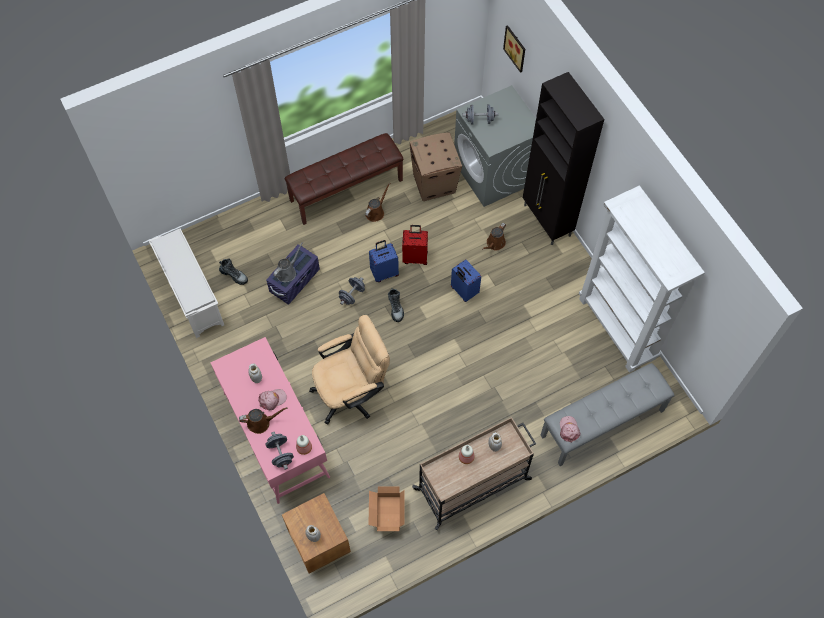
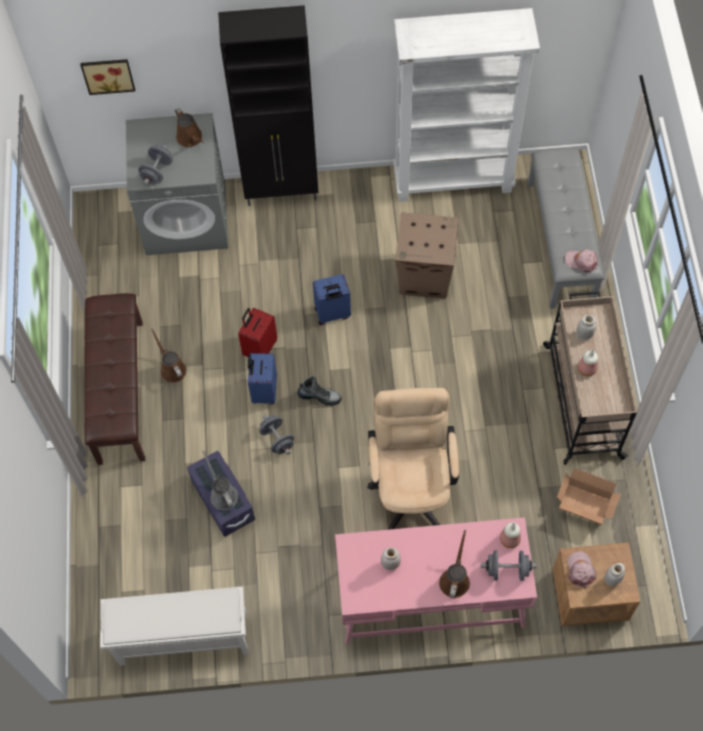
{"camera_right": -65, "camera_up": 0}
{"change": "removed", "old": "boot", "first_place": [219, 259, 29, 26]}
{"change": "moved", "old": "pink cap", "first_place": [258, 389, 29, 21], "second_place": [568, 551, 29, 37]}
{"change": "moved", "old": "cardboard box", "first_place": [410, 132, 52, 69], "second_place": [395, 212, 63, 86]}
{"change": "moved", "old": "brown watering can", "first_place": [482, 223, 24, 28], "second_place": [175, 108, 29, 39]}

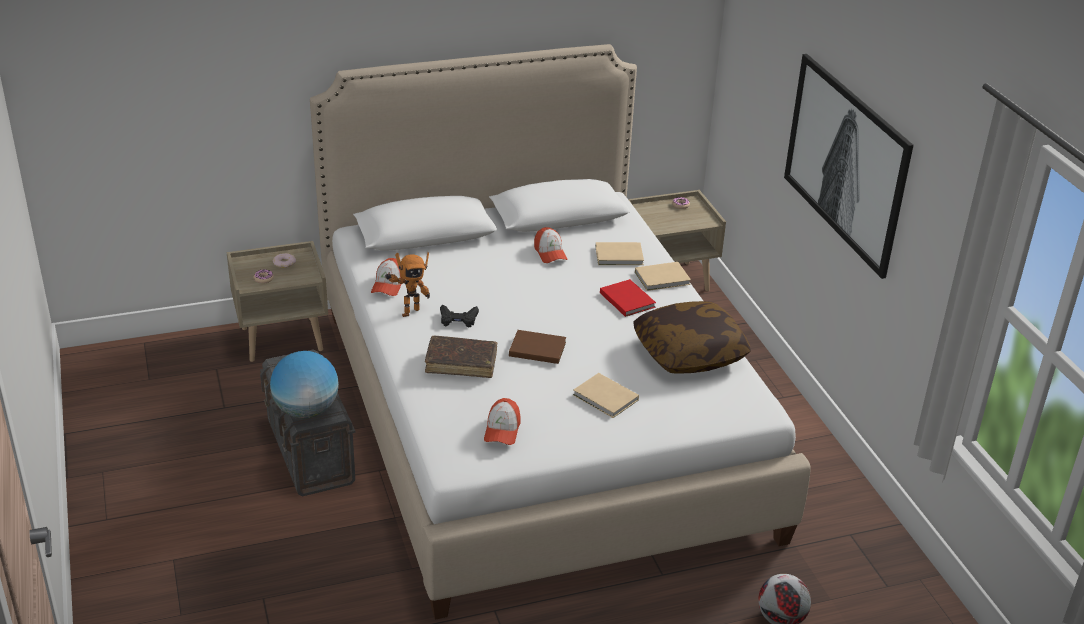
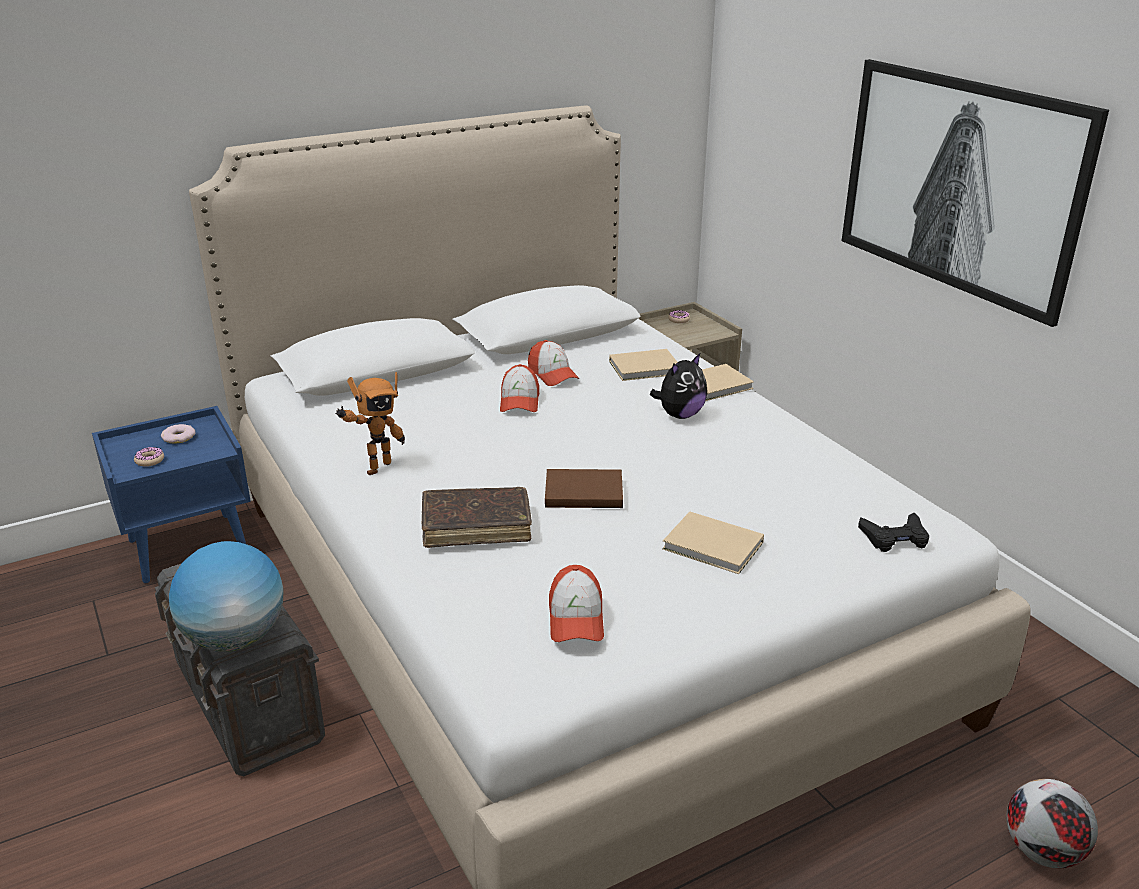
{"camera_right": -10, "camera_up": -5}
{"change": "removed", "old": "pillow", "first_place": [633, 301, 118, 73]}
{"change": "moved", "old": "cap", "first_place": [371, 258, 34, 38], "second_place": [500, 364, 39, 48]}
{"change": "moved", "old": "black game controller", "first_place": [440, 305, 39, 22], "second_place": [858, 513, 71, 39]}
{"change": "replaced", "old": "red book", "new": "plush toy", "first_place": [600, 279, 56, 38], "second_place": [650, 353, 57, 66]}
{"change": "recoloured", "old": "beige nightstand", "new": "blue nightstand", "first_place": [226, 241, 102, 121], "second_place": [92, 406, 159, 177]}

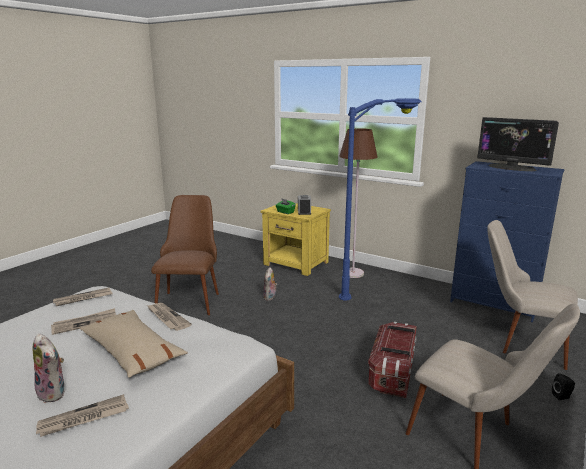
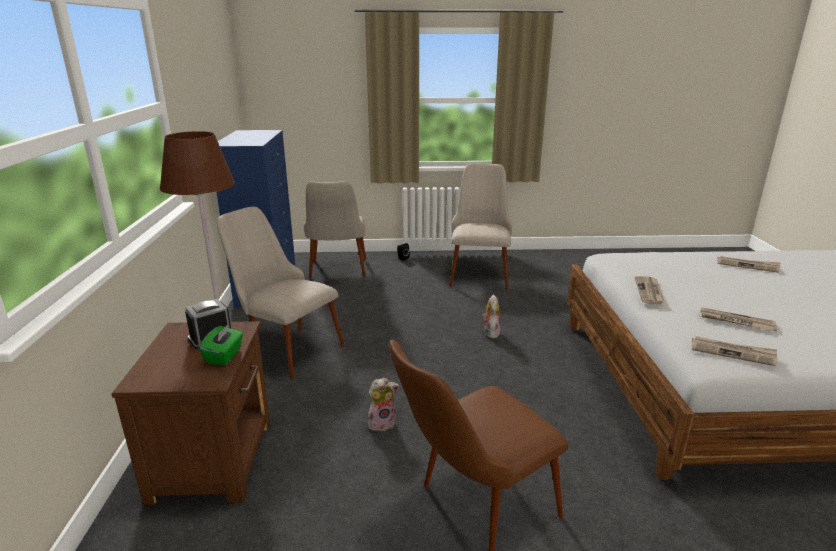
{"camera_right": -125, "camera_up": 5}
{"change": "removed", "old": "beige pillow", "first_place": [80, 310, 108, 68]}
{"change": "removed", "old": "storage box", "first_place": [368, 322, 48, 76]}
{"change": "removed", "old": "monitor", "first_place": [477, 117, 82, 54]}
{"change": "moved", "old": "plush toy", "first_place": [33, 333, 32, 70], "second_place": [482, 294, 18, 44]}
{"change": "replaced", "old": "blue floor lamp", "new": "beige chair", "first_place": [339, 98, 83, 203], "second_place": [217, 207, 128, 173]}
{"change": "recoloured", "old": "yellow nightstand", "new": "brown nightstand", "first_place": [260, 203, 71, 73], "second_place": [112, 321, 158, 184]}

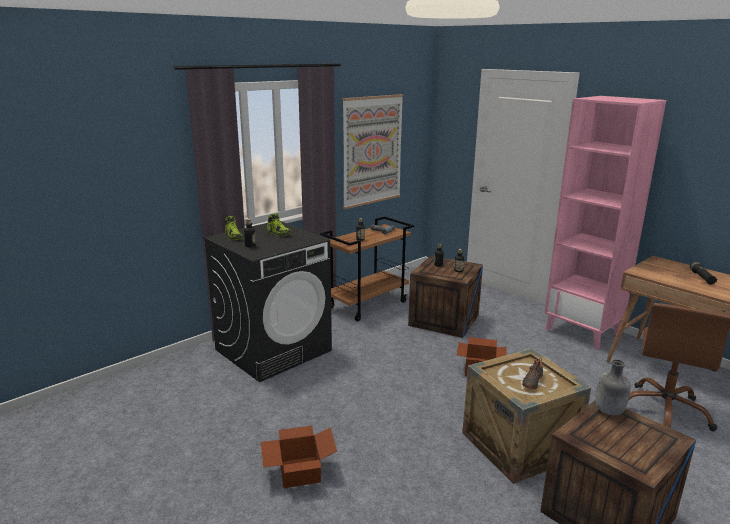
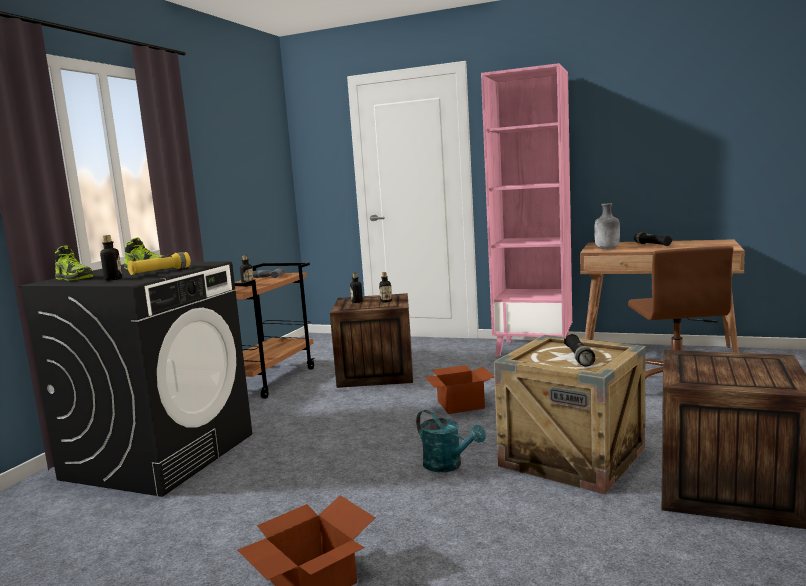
{"camera_right": -25, "camera_up": -10}
{"change": "removed", "old": "picture", "first_place": [342, 94, 61, 115]}
{"change": "added", "new": "yellow flashlight", "second_place": [127, 252, 64, 23]}
{"change": "added", "new": "turquoise watering can", "second_place": [416, 410, 70, 62]}
{"change": "moved", "old": "grey bottle", "first_place": [595, 359, 36, 56], "second_place": [594, 203, 26, 47]}
{"change": "replaced", "old": "black shoe", "new": "black flashlight", "first_place": [522, 358, 21, 31], "second_place": [564, 334, 31, 32]}

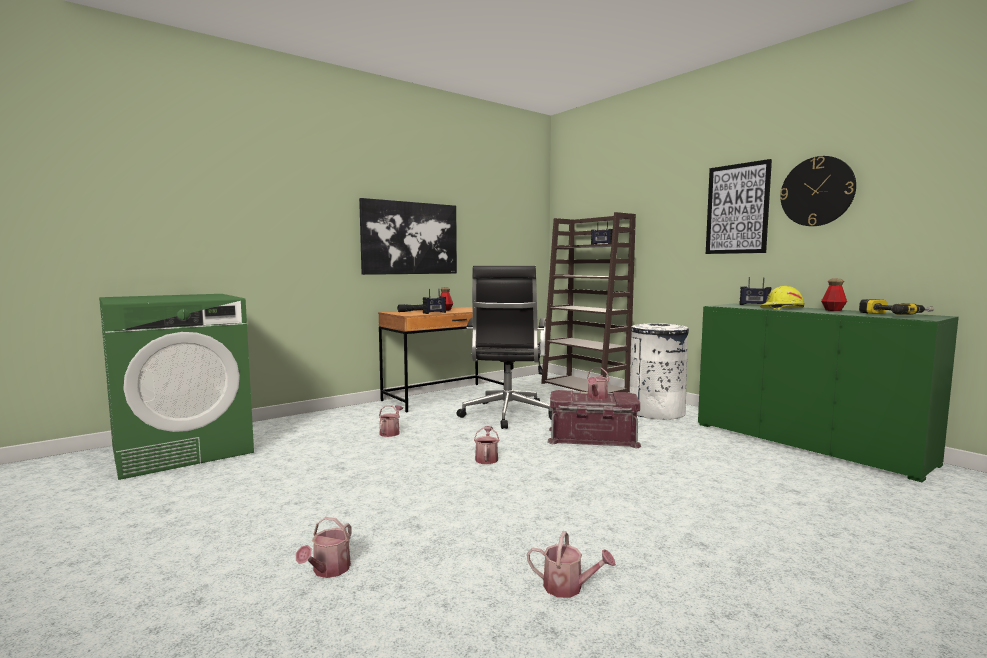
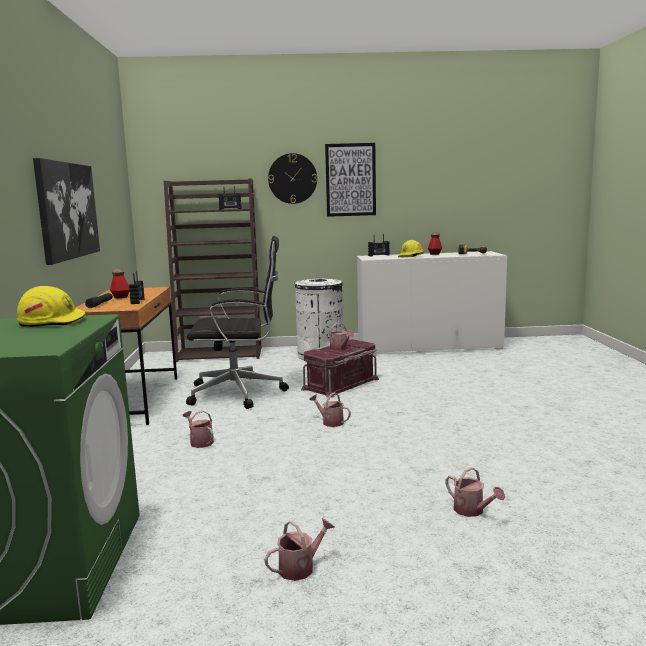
{"camera_right": -55, "camera_up": 5}
{"change": "added", "new": "yellow hard hat", "second_place": [17, 286, 69, 41]}
{"change": "moved", "old": "watering can", "first_place": [527, 531, 89, 67], "second_place": [264, 518, 71, 63]}
{"change": "moved", "old": "wall clock", "first_place": [780, 156, 76, 70], "second_place": [268, 153, 49, 51]}
{"change": "recoloured", "old": "green cabinet", "new": "white cabinet", "first_place": [698, 304, 261, 178], "second_place": [357, 251, 150, 102]}
{"change": "turned", "old": "black office chair", "first_place": [456, 266, 96, 163], "second_place": [186, 236, 103, 173], "degrees": -45}

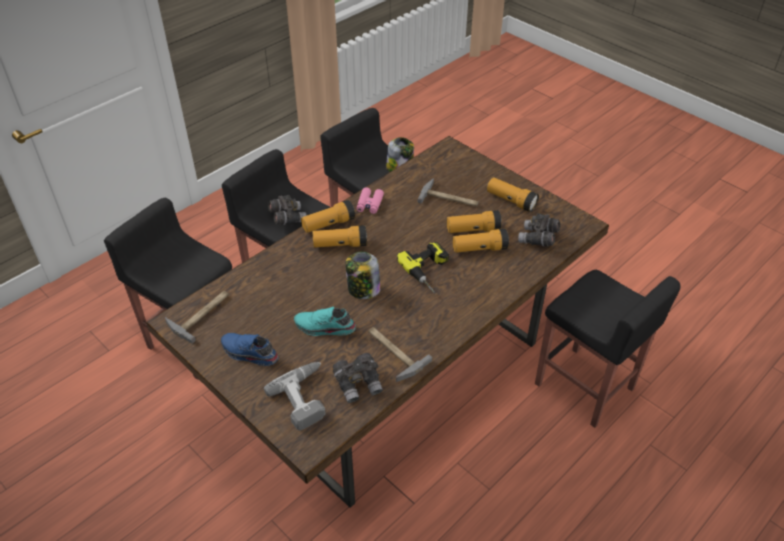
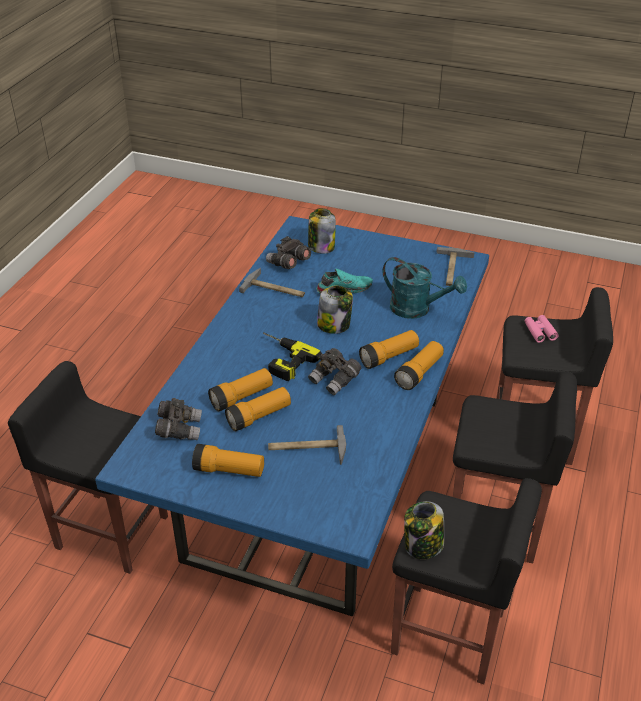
{"camera_right": 155, "camera_up": -5}
{"change": "removed", "old": "blue shoe", "first_place": [221, 333, 58, 33]}
{"change": "added", "new": "turquoise watering can", "second_place": [383, 257, 84, 62]}
{"change": "moved", "old": "grey binoculars", "first_place": [268, 195, 39, 30], "second_place": [308, 348, 53, 47]}
{"change": "moved", "old": "pink binoculars", "first_place": [356, 187, 28, 27], "second_place": [525, 315, 33, 28]}
{"change": "replaced", "old": "power drill", "new": "jar", "first_place": [264, 362, 62, 69], "second_place": [308, 208, 28, 46]}
{"change": "recoloured", "old": "brown dining table", "new": "blue dining table", "first_place": [146, 136, 463, 372], "second_place": [95, 216, 394, 400]}

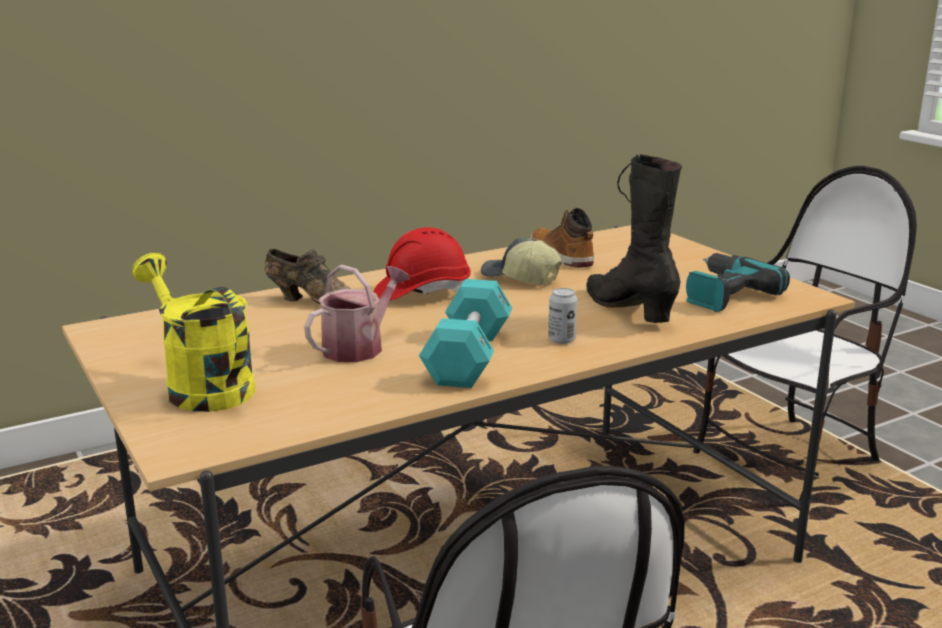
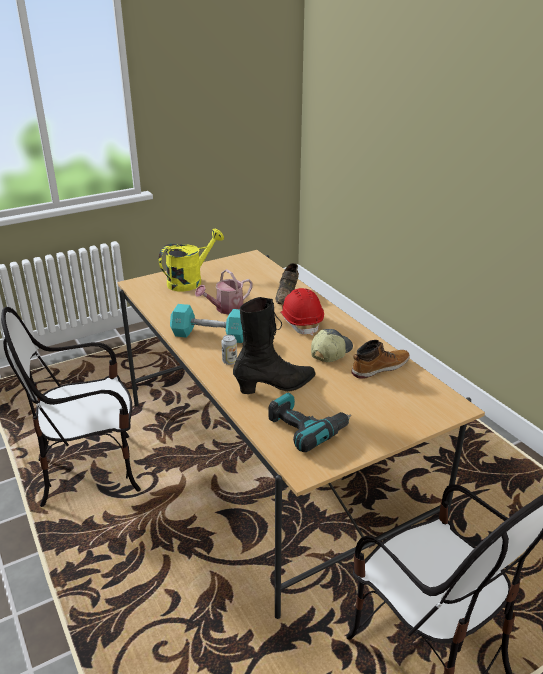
{"camera_right": 90, "camera_up": 10}
{"change": "turned", "old": "watering can", "first_place": [304, 265, 106, 97], "second_place": [195, 269, 58, 46], "degrees": 105}

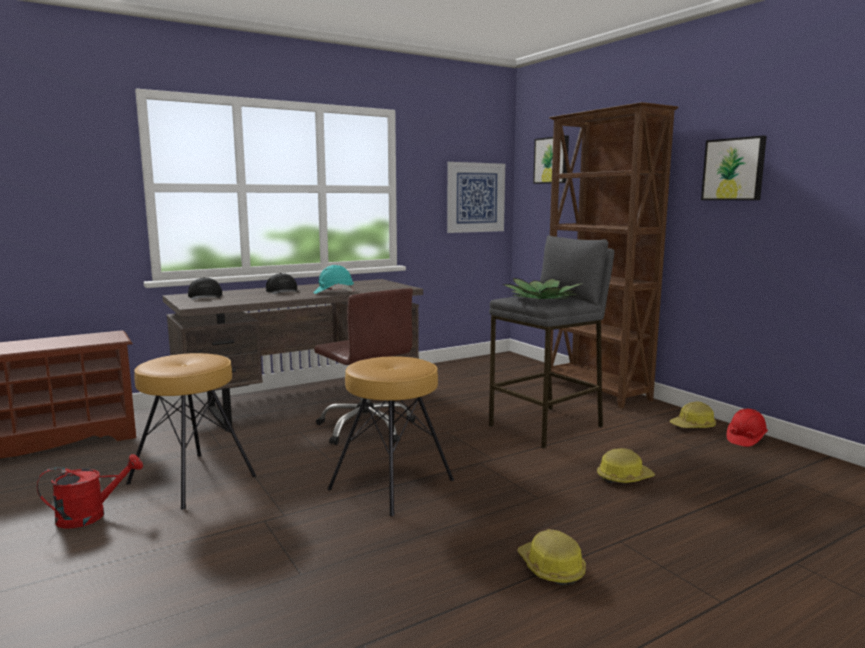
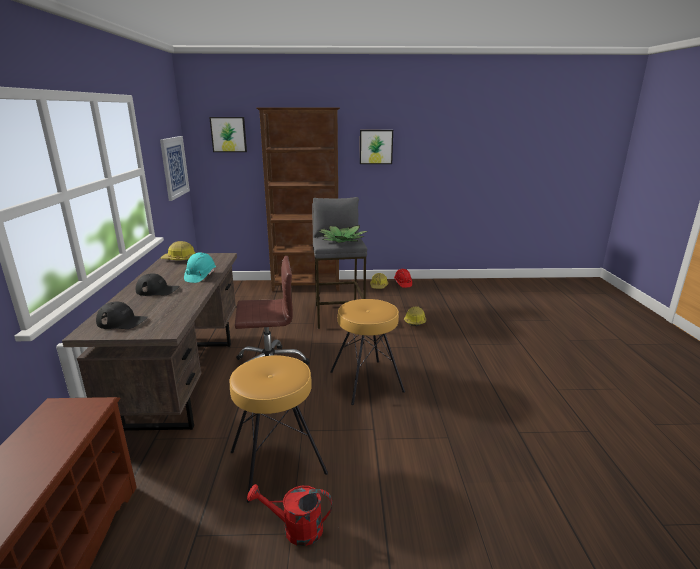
{"camera_right": -60, "camera_up": 10}
{"change": "moved", "old": "hard hat", "first_place": [518, 529, 68, 56], "second_place": [161, 241, 34, 19]}
{"change": "turned", "old": "red watering can", "first_place": [37, 454, 106, 75], "second_place": [247, 484, 85, 62], "degrees": -90}

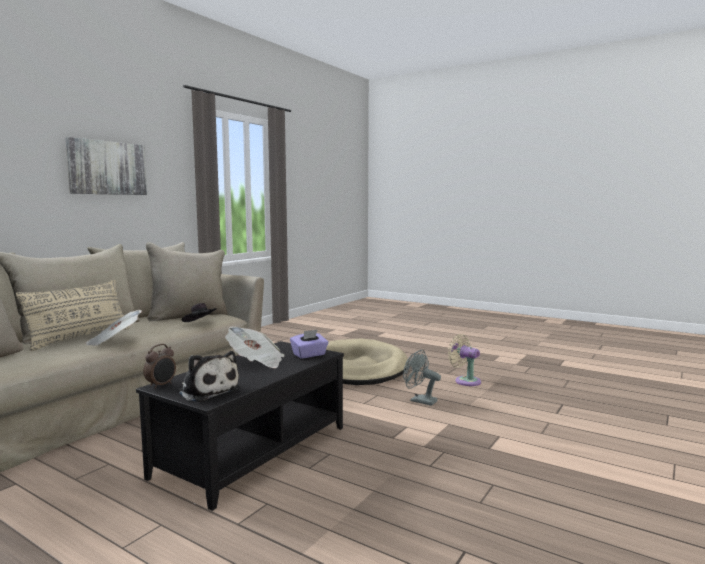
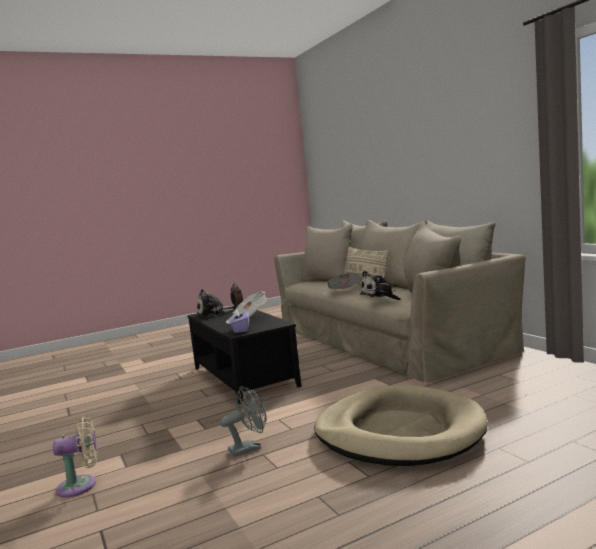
{"camera_right": 120, "camera_up": 0}
{"change": "removed", "old": "picture", "first_place": [65, 137, 82, 58]}
{"change": "added", "new": "plush toy", "second_place": [360, 271, 35, 26]}
{"change": "moved", "old": "beige fan", "first_place": [448, 334, 33, 52], "second_place": [53, 417, 45, 81]}

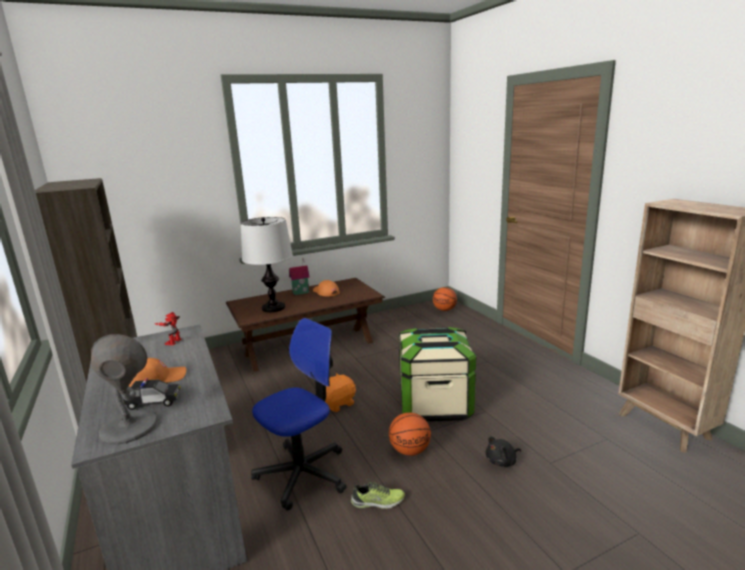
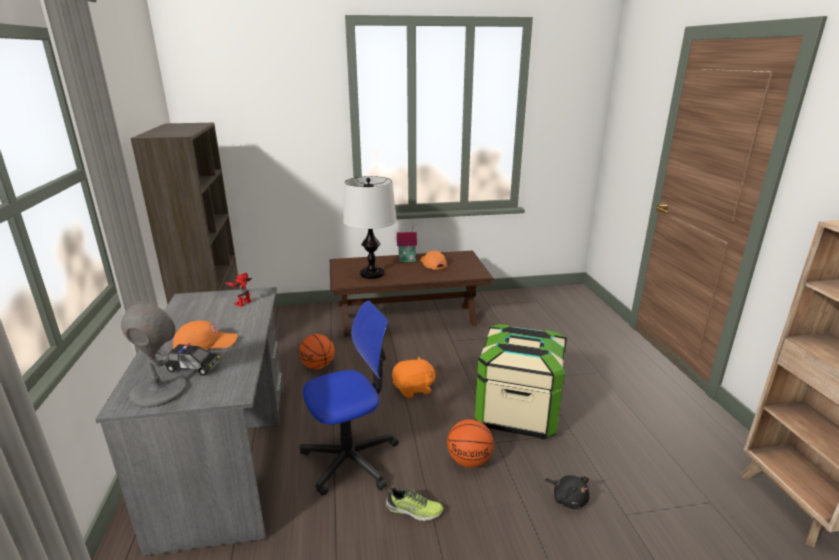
{"camera_right": 15, "camera_up": 5}
{"change": "moved", "old": "basketball", "first_place": [433, 287, 24, 24], "second_place": [299, 334, 36, 35]}
{"change": "turned", "old": "black plush toy", "first_place": [486, 437, 35, 30], "second_place": [545, 475, 45, 34], "degrees": -120}

